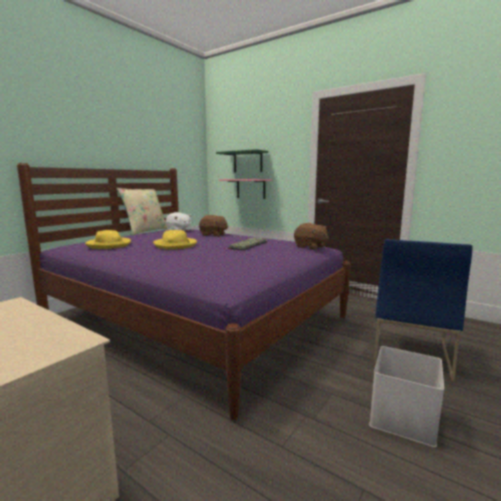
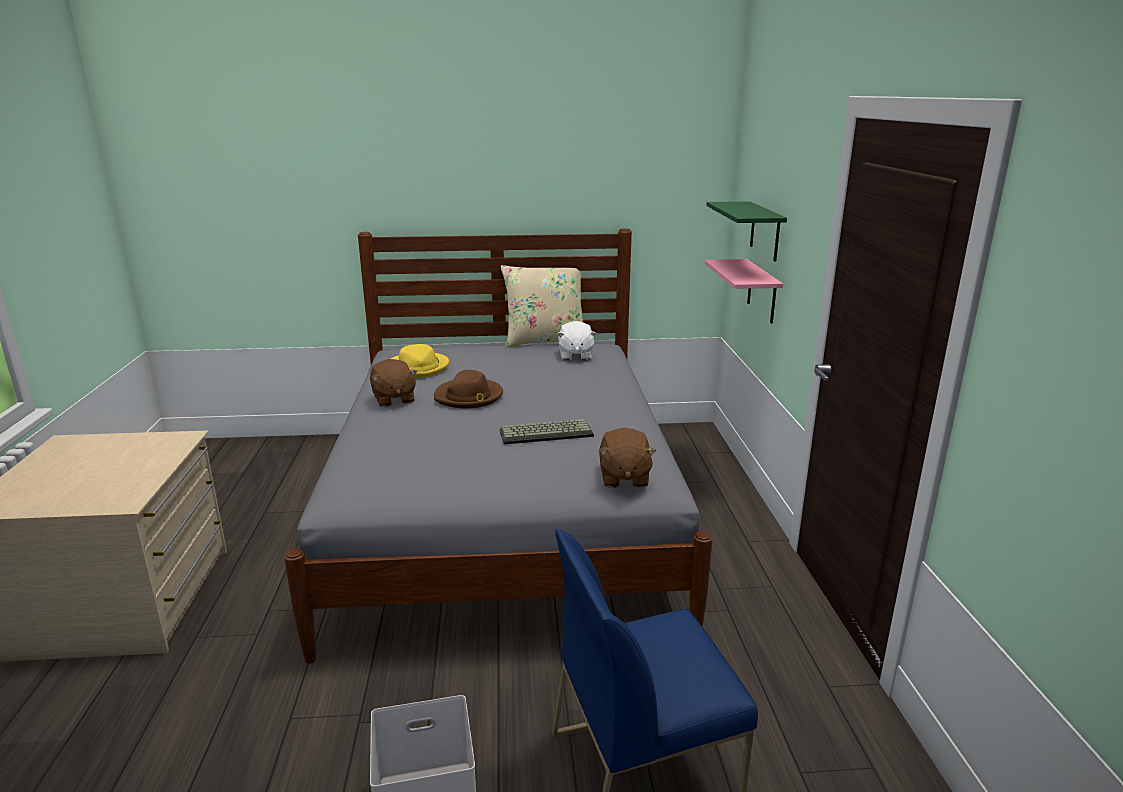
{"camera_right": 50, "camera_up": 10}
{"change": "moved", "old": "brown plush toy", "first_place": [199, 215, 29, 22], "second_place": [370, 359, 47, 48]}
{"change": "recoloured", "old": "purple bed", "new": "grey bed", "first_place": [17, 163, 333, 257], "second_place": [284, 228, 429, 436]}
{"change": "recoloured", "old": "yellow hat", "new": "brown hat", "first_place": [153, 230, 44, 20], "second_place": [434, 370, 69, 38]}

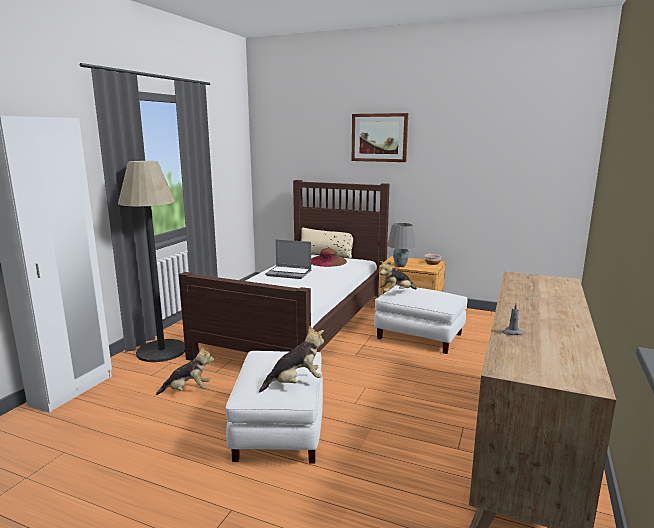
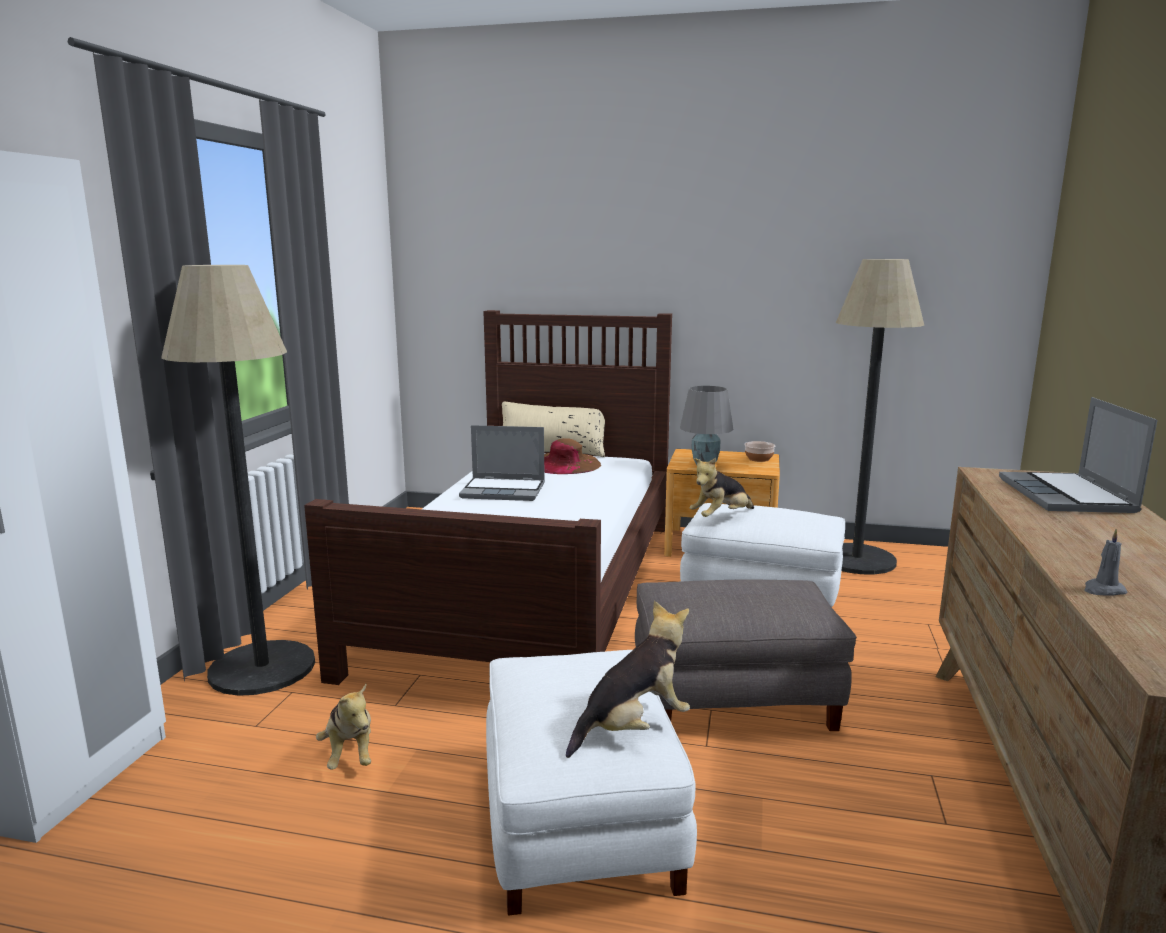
{"camera_right": -10, "camera_up": 0}
{"change": "removed", "old": "picture", "first_place": [352, 113, 56, 49]}
{"change": "added", "new": "grey ottoman", "second_place": [635, 579, 222, 152]}
{"change": "added", "new": "floor lamp", "second_place": [836, 259, 88, 315]}
{"change": "added", "new": "laptop", "second_place": [999, 397, 159, 116]}
{"change": "turned", "old": "plush toy", "first_place": [156, 346, 58, 49], "second_place": [316, 684, 55, 85], "degrees": 90}

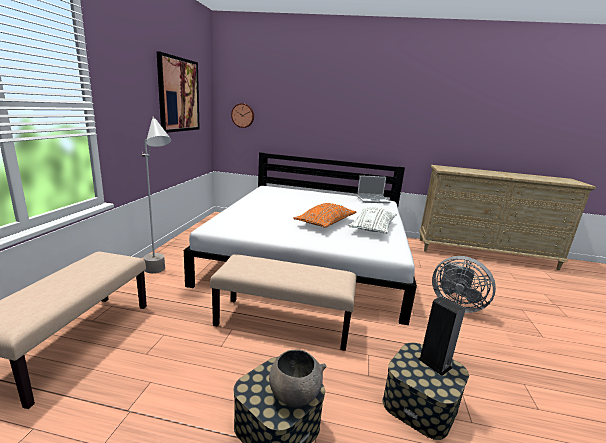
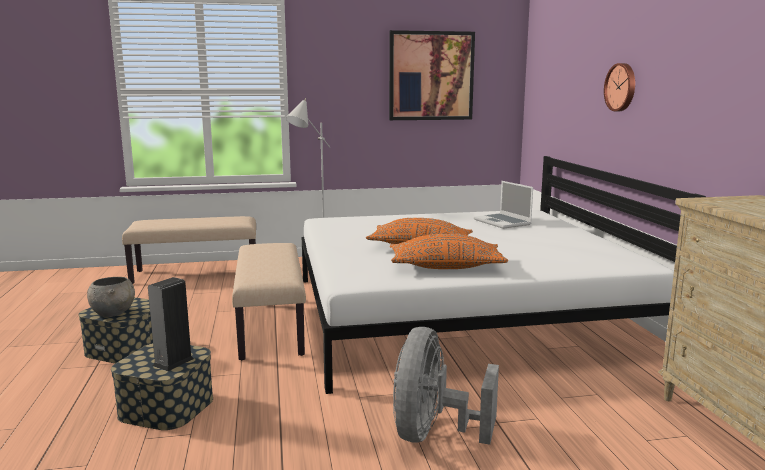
{"camera_right": 70, "camera_up": -5}
{"change": "moved", "old": "wall clock", "first_place": [231, 103, 23, 25], "second_place": [604, 63, 31, 48]}
{"change": "moved", "old": "laptop", "first_place": [357, 175, 33, 29], "second_place": [474, 181, 59, 48]}
{"change": "recoloured", "old": "white pillow", "new": "orange pillow", "first_place": [349, 207, 48, 27], "second_place": [390, 234, 118, 35]}

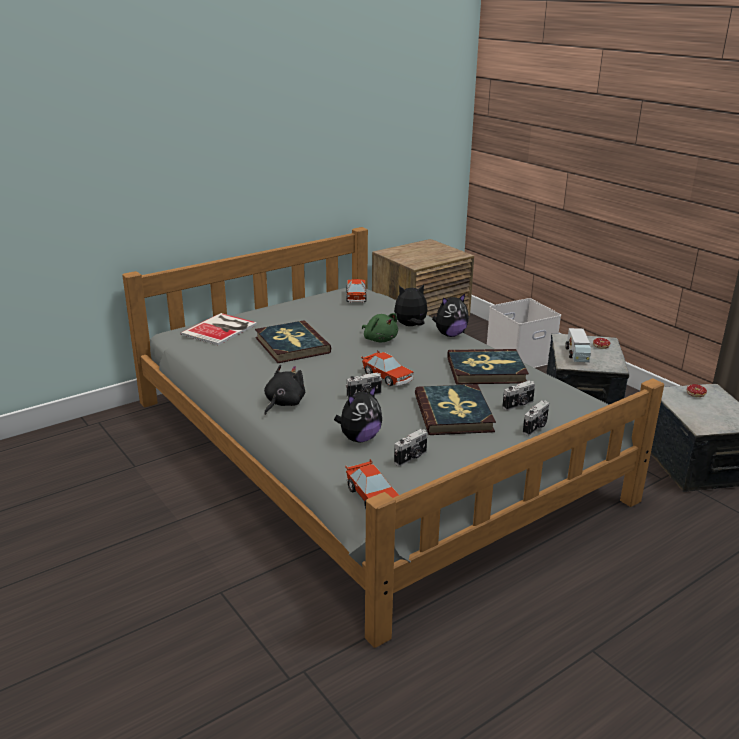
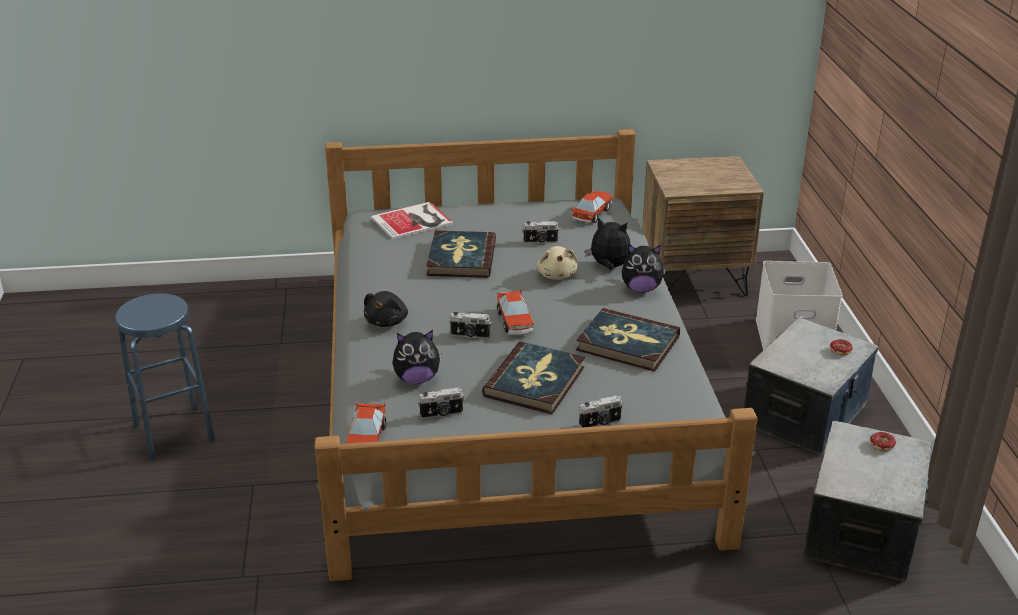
{"camera_right": 30, "camera_up": 5}
{"change": "removed", "old": "toy truck", "first_place": [565, 328, 26, 34]}
{"change": "added", "new": "blue stool", "second_place": [115, 293, 100, 167]}
{"change": "moved", "old": "photo camera", "first_place": [502, 381, 33, 30], "second_place": [522, 221, 37, 22]}
{"change": "recoloured", "old": "green plush toy", "new": "beige plush toy", "first_place": [362, 313, 36, 29], "second_place": [537, 246, 40, 34]}
{"change": "turned", "old": "black plush toy", "first_place": [264, 365, 41, 50], "second_place": [364, 291, 44, 36], "degrees": 135}

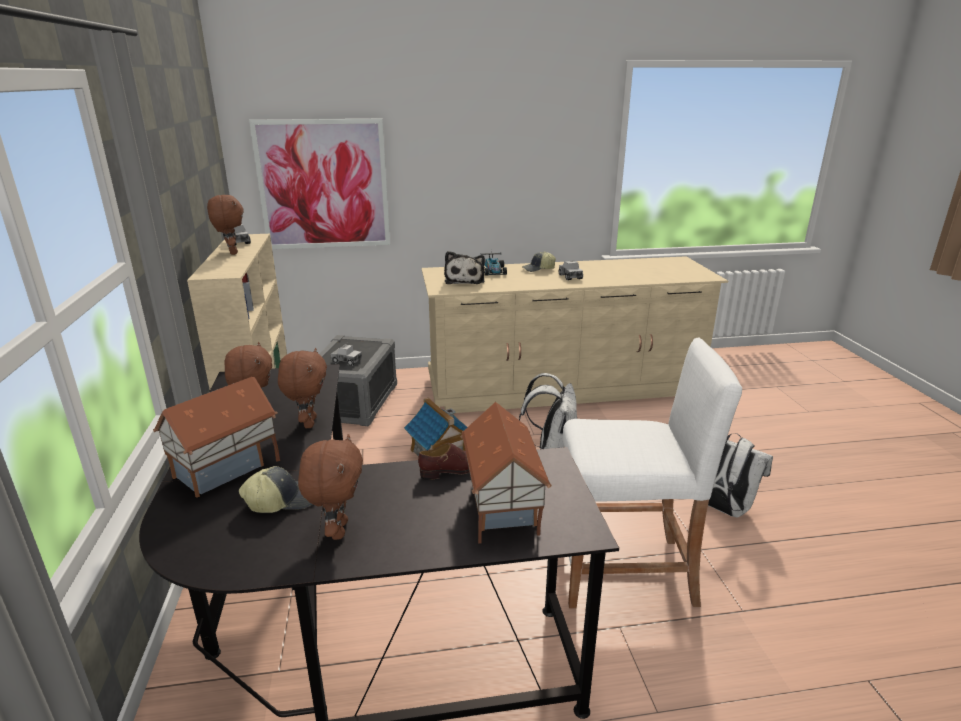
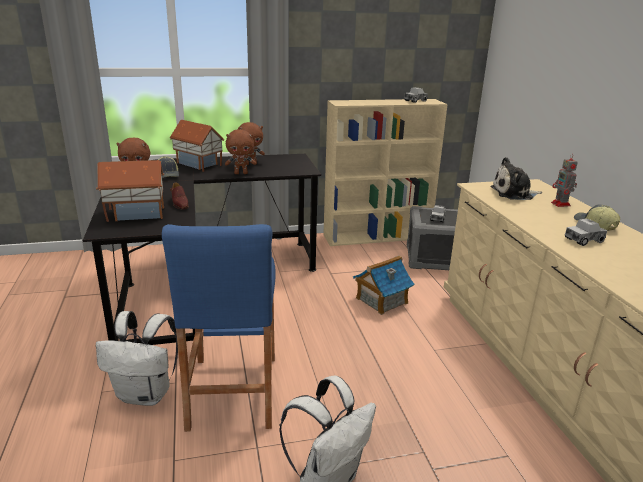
{"camera_right": 85, "camera_up": 0}
{"change": "removed", "old": "brown plush toy", "first_place": [207, 195, 37, 60]}
{"change": "removed", "old": "picture", "first_place": [249, 119, 141, 130]}
{"change": "moved", "old": "white backpack", "first_place": [519, 373, 58, 76], "second_place": [96, 311, 82, 95]}
{"change": "replaced", "old": "toy car", "new": "toy robot", "first_place": [480, 252, 27, 24], "second_place": [551, 154, 27, 53]}
{"change": "recoloured", "old": "white stool", "new": "blue stool", "first_place": [563, 338, 179, 270], "second_place": [162, 224, 114, 208]}

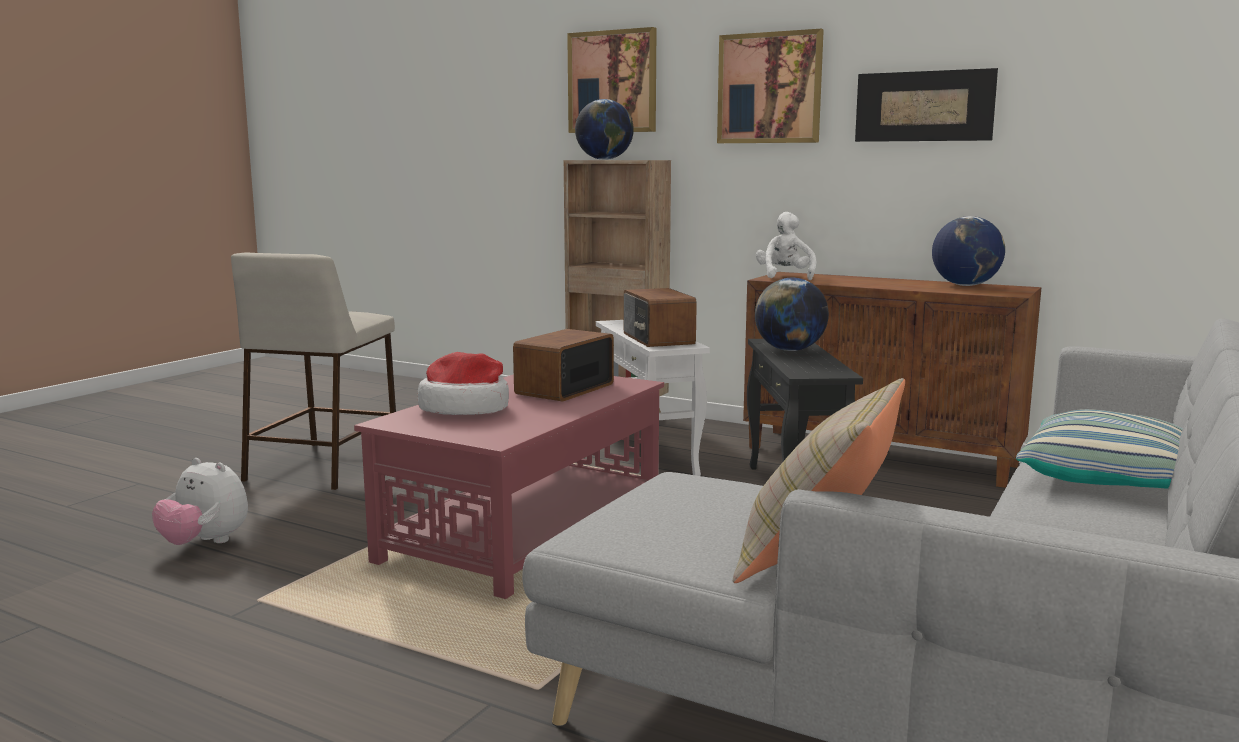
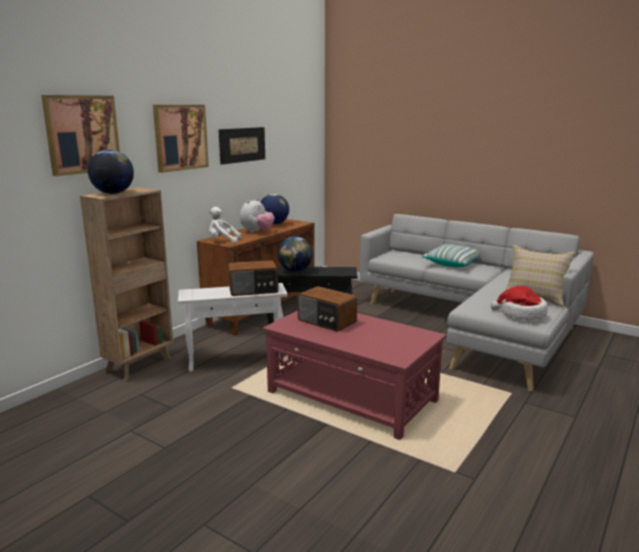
{"camera_right": -85, "camera_up": 5}
{"change": "removed", "old": "beige stool", "first_place": [231, 252, 165, 238]}
{"change": "moved", "old": "plush toy", "first_place": [152, 458, 96, 87], "second_place": [240, 198, 34, 35]}
{"change": "moved", "old": "hat", "first_place": [418, 352, 91, 63], "second_place": [490, 286, 58, 34]}

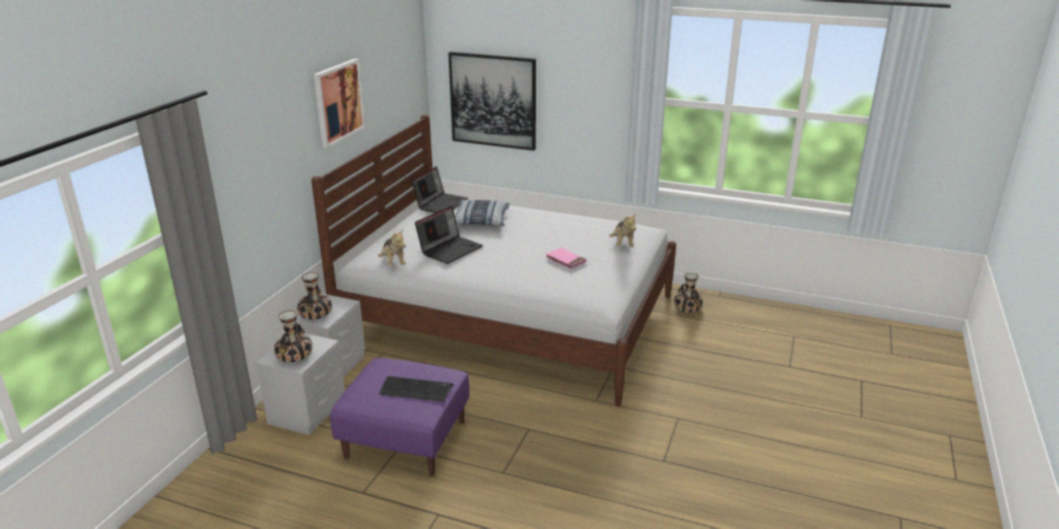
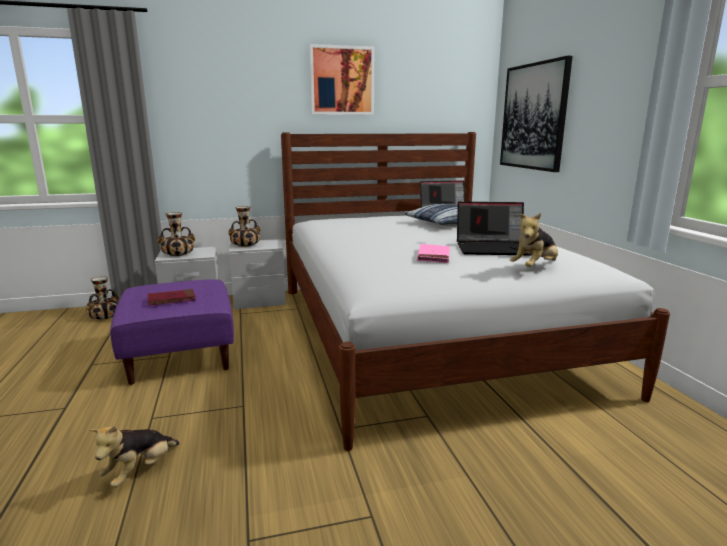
{"camera_right": 55, "camera_up": -10}
{"change": "moved", "old": "plush toy", "first_place": [378, 229, 28, 37], "second_place": [90, 426, 89, 62]}
{"change": "moved", "old": "laptop", "first_place": [415, 206, 68, 58], "second_place": [457, 202, 73, 53]}
{"change": "moved", "old": "vase", "first_place": [674, 273, 29, 40], "second_place": [86, 276, 33, 44]}
{"change": "replaced", "old": "keyboard", "new": "red book", "first_place": [379, 376, 74, 26], "second_place": [148, 289, 48, 16]}

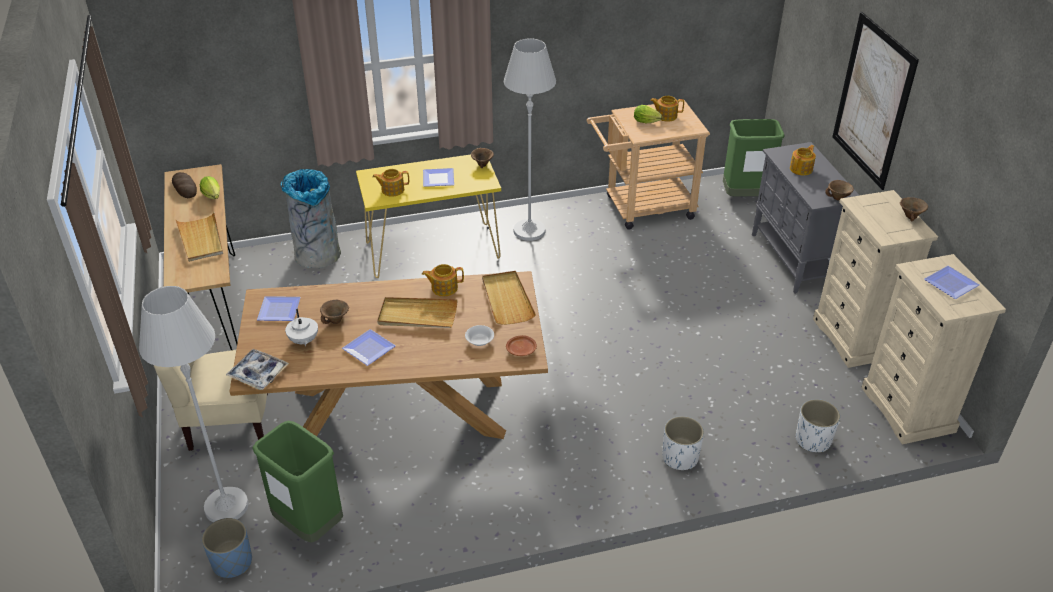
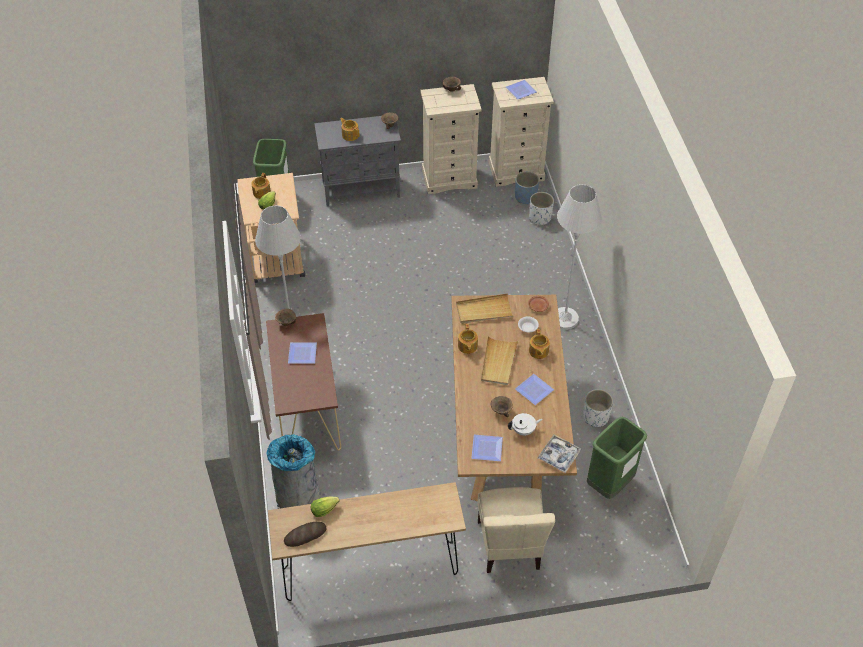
{"camera_right": -85, "camera_up": 10}
{"change": "removed", "old": "beige tray", "first_place": [176, 212, 47, 50]}
{"change": "removed", "old": "picture", "first_place": [832, 12, 87, 178]}
{"change": "moved", "old": "white floor lamp", "first_place": [139, 286, 110, 236], "second_place": [557, 184, 45, 146]}
{"change": "moved", "old": "blue planter", "first_place": [202, 518, 50, 60], "second_place": [515, 172, 24, 32]}
{"change": "moved", "old": "teapot", "first_place": [373, 169, 36, 28], "second_place": [529, 329, 21, 30]}
{"change": "moved", "old": "white planter", "first_place": [662, 416, 42, 54], "second_place": [583, 389, 30, 38]}
{"change": "recoloured", "old": "yellow console table", "new": "brown console table", "first_place": [356, 154, 145, 124], "second_place": [266, 313, 75, 138]}

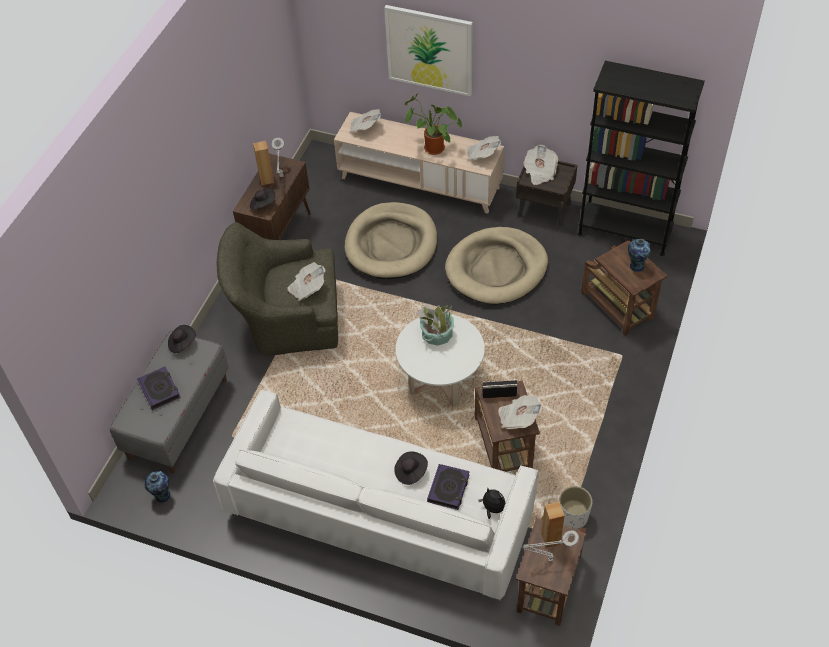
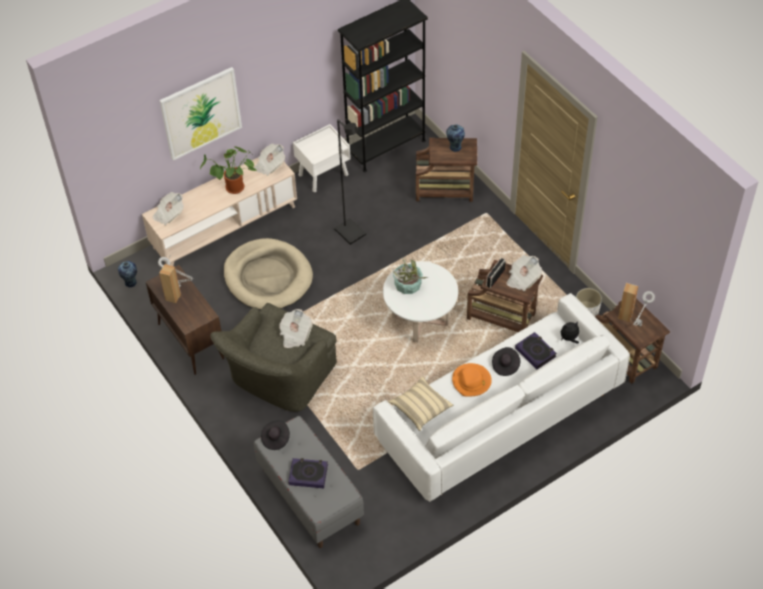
{"camera_right": -55, "camera_up": 0}
{"change": "removed", "old": "black hat", "first_place": [250, 188, 25, 22]}
{"change": "removed", "old": "newspaper", "first_place": [523, 145, 35, 40]}
{"change": "added", "new": "beige pillow", "second_place": [388, 376, 65, 55]}
{"change": "added", "new": "orange hat", "second_place": [452, 363, 40, 33]}
{"change": "moved", "old": "vase", "first_place": [145, 471, 25, 32], "second_place": [118, 261, 19, 27]}
{"change": "replaced", "old": "beige dog bed", "new": "black floor lamp", "first_place": [445, 227, 103, 77], "second_place": [334, 119, 32, 126]}
{"change": "recoloured", "old": "brown nightstand", "new": "white nightstand", "first_place": [516, 161, 61, 65], "second_place": [293, 124, 58, 68]}

